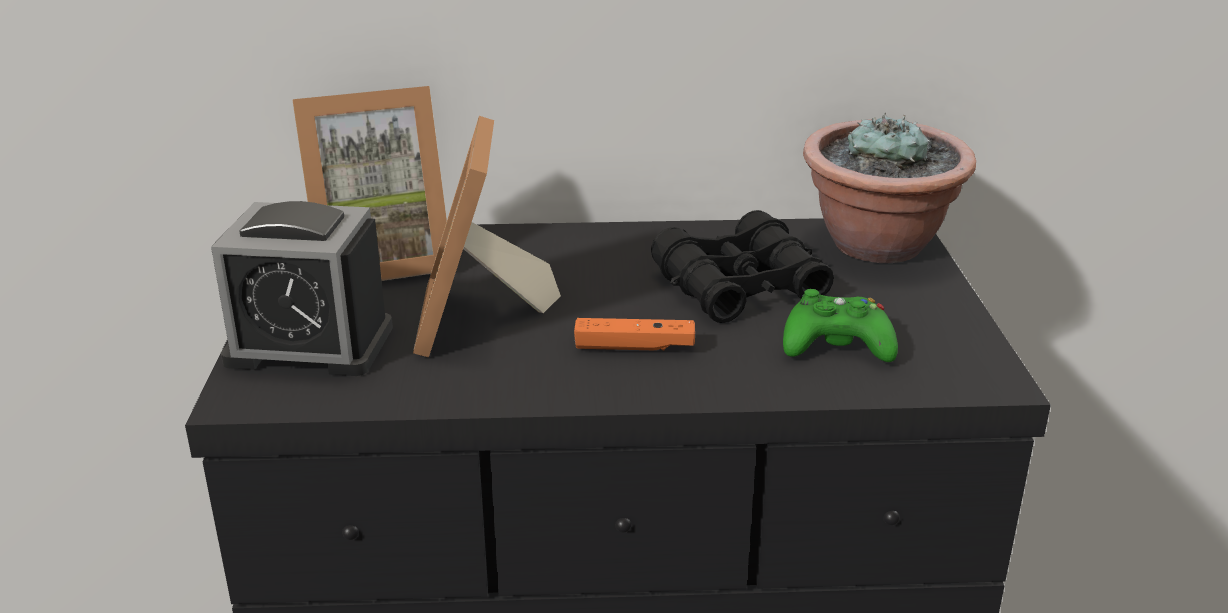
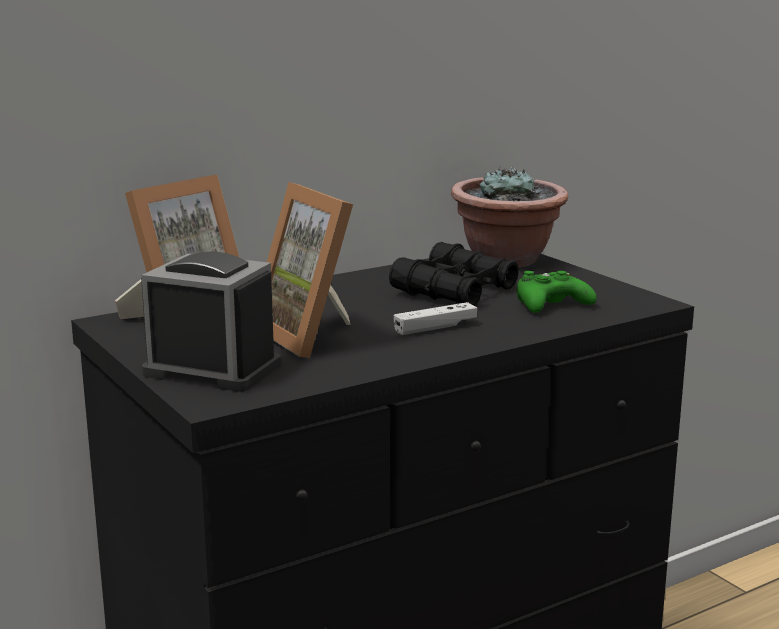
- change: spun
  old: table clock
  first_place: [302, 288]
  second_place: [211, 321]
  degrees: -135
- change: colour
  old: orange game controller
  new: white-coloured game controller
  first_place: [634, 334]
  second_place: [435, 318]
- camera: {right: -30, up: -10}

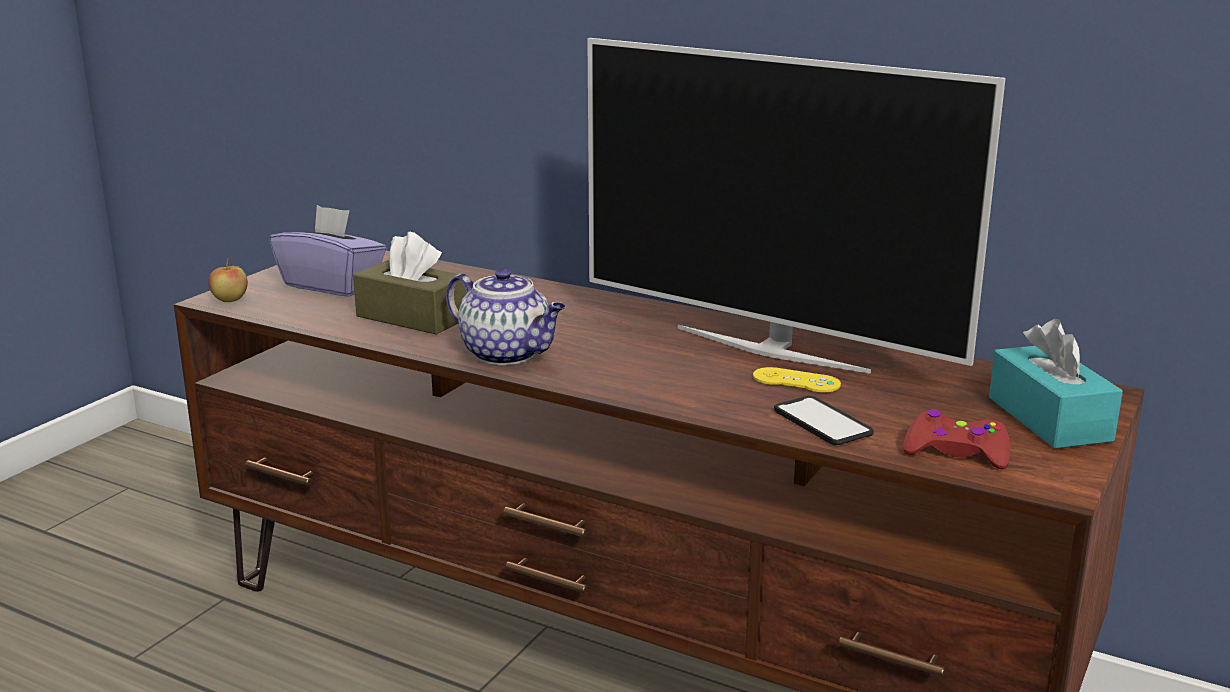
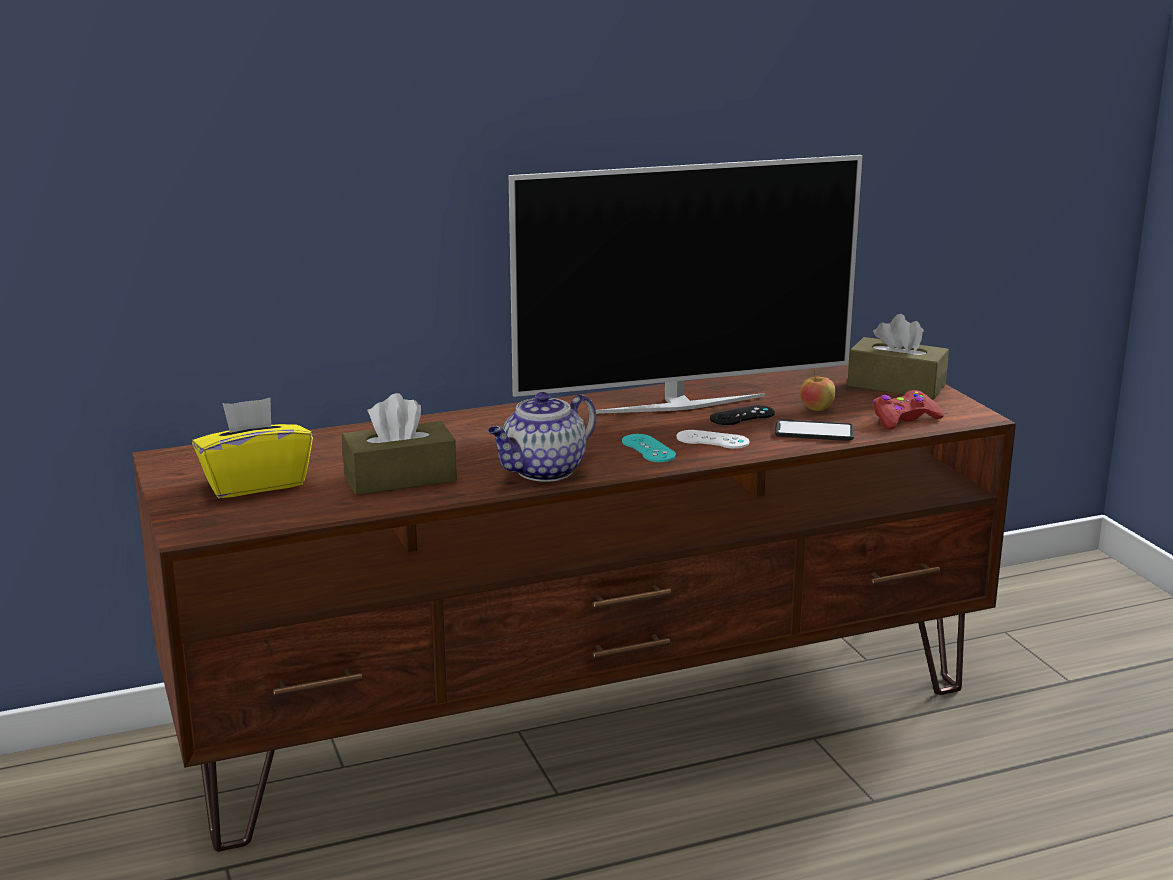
- change: colour
  old: purple-coloured tissue box
  new: yellow-coloured tissue box
  first_place: [328, 251]
  second_place: [252, 448]
- change: relocated
  old: apple
  first_place: [228, 280]
  second_place: [818, 390]
- change: spun
  old: pot for tea
  first_place: [506, 316]
  second_place: [542, 437]
  degrees: 150
- change: colour
  old: turquoise tissue box
  new: brown-coloured tissue box
  first_place: [1056, 384]
  second_place: [898, 356]
- change: colour
  old: yellow-coloured game controller
  new: blackish game controller
  first_place: [797, 379]
  second_place: [742, 415]
- change: appeared
  new: white-coloured game controller
  second_place: [712, 439]
- change: appeared
  new: turquoise game controller
  second_place: [649, 448]
- camera: {right: -50, up: 0}

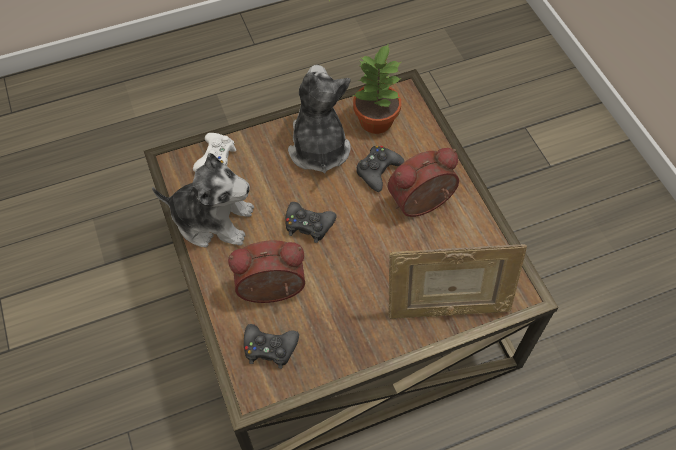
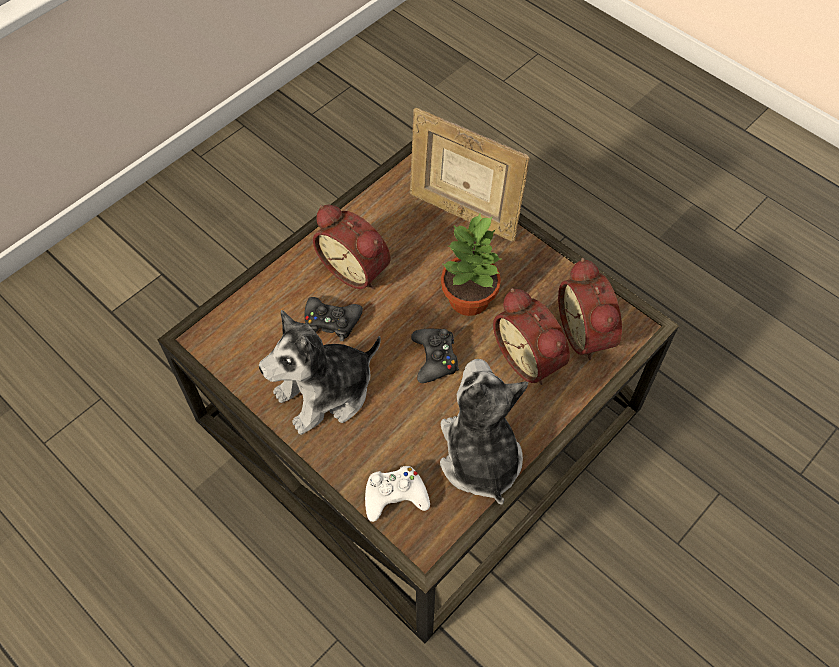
- change: relocated
  old: plant in a pot
  first_place: [377, 88]
  second_place: [471, 264]
- change: spun
  old: standing frame
  first_place: [457, 281]
  second_place: [470, 174]
  degrees: 150
- change: exchanged
  old: blackish game controller
  new: table clock
  first_place: [271, 346]
  second_place: [590, 309]
- camera: {right: -115, up: 0}

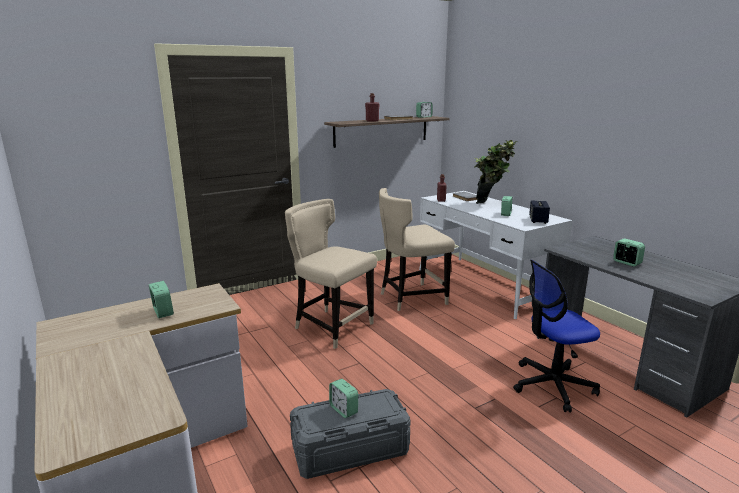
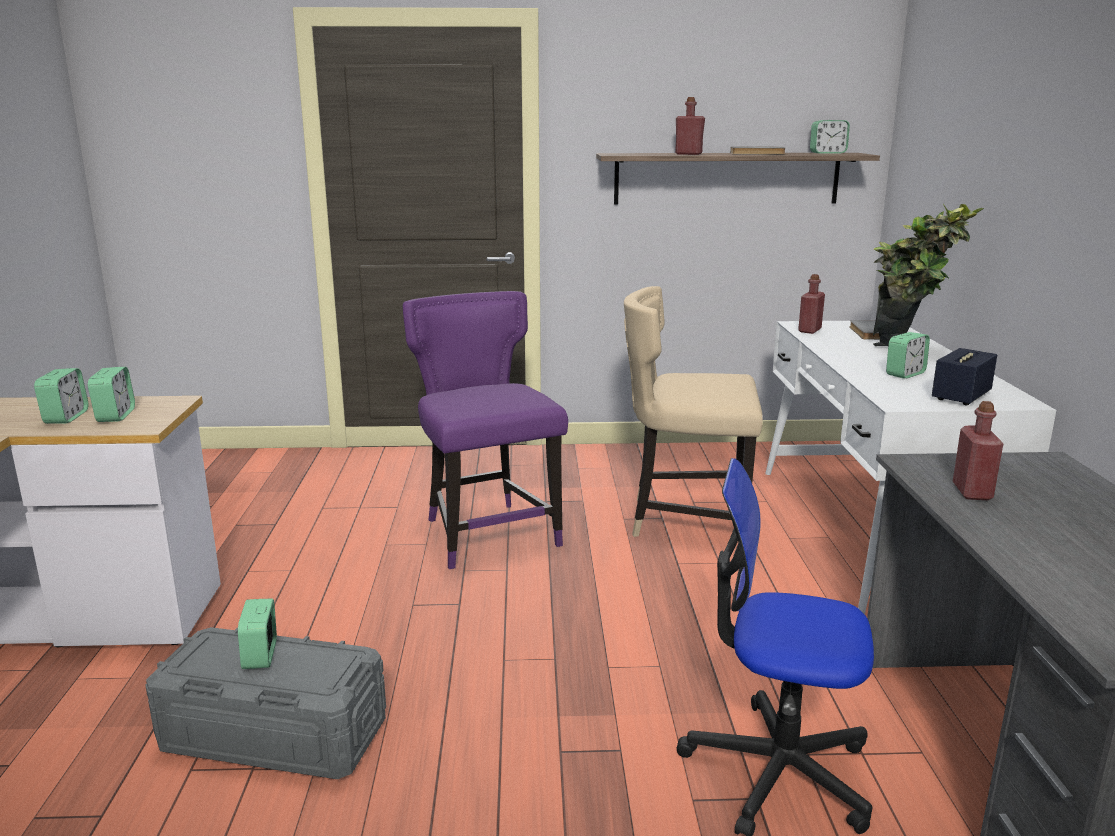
- change: colour
  old: beige-coloured upright chair
  new: purple-coloured upright chair
  first_place: [331, 274]
  second_place: [485, 430]
- change: relocated
  old: table clock
  first_place: [629, 252]
  second_place: [111, 394]
- change: appeared
  new: reddish bottle
  second_place: [978, 450]
- camera: {right: 30, up: 0}

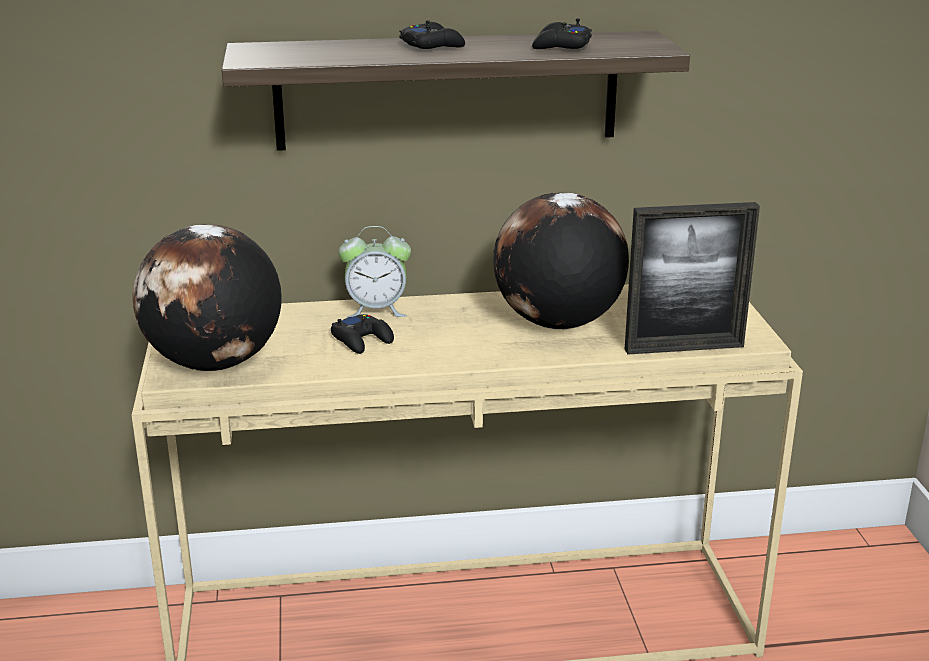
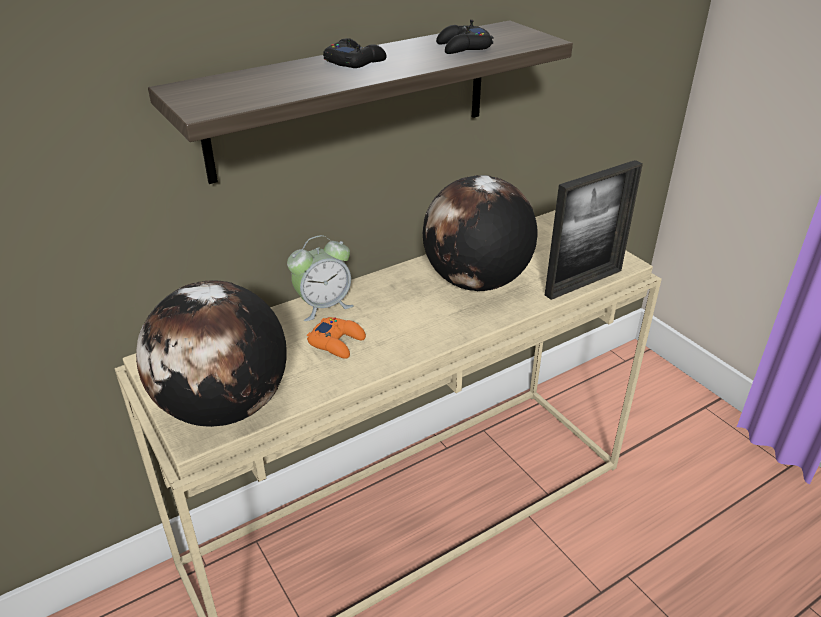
- change: colour
  old: blackish game controller
  new: orange game controller
  first_place: [362, 334]
  second_place: [336, 338]
- camera: {right: -25, up: 10}

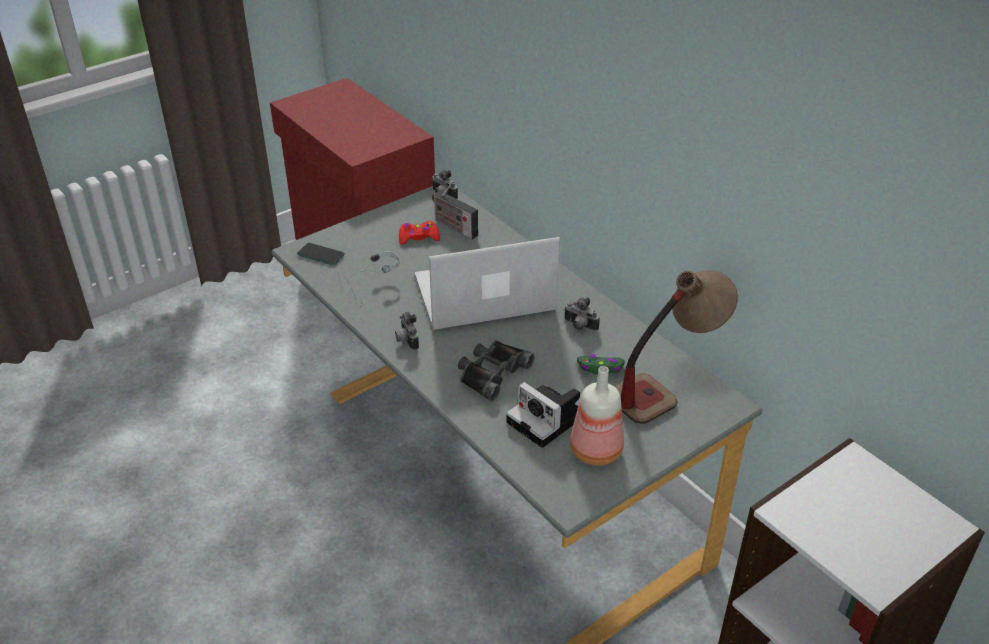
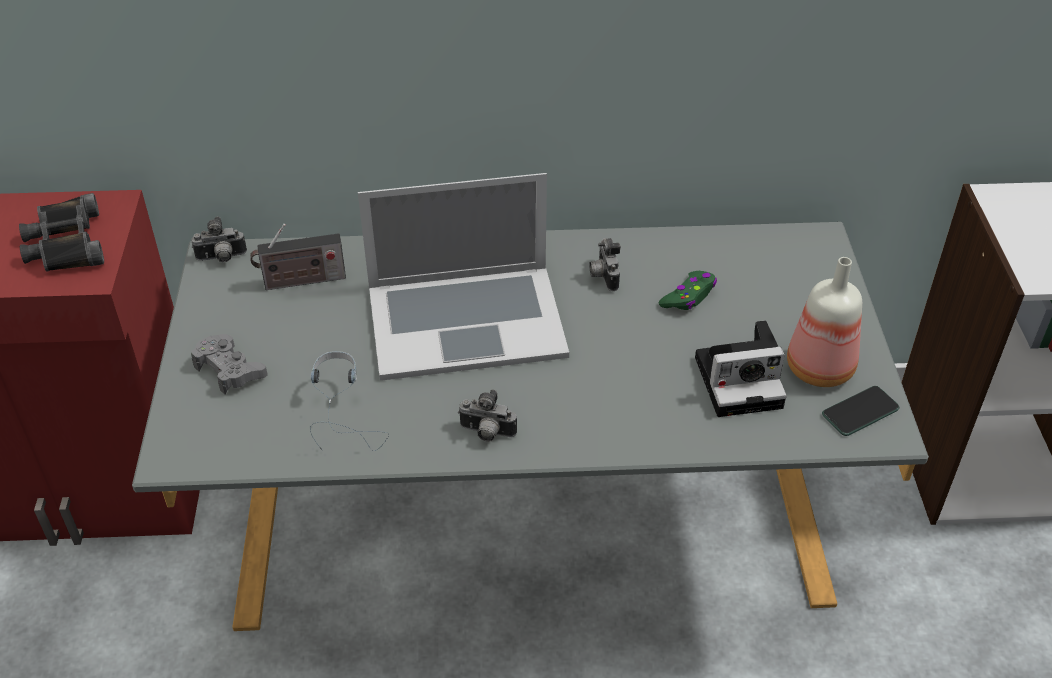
- change: missing
  old: reddish game controller
  first_place: [419, 233]
- change: spun
  old: portable computer
  first_place: [487, 283]
  second_place: [463, 277]
  degrees: -120
- change: relocated
  old: phone
  first_place: [321, 254]
  second_place: [860, 411]
- change: missing
  old: lamp for a table
  first_place: [676, 347]
- change: spun
  old: photo camera
  first_place: [582, 314]
  second_place: [605, 264]
  degrees: 105
- change: relocated
  old: blackish field glasses
  first_place: [496, 370]
  second_place: [61, 232]
- change: appeared
  new: gray game controller
  second_place: [229, 364]
- camera: {right: -55, up: 5}

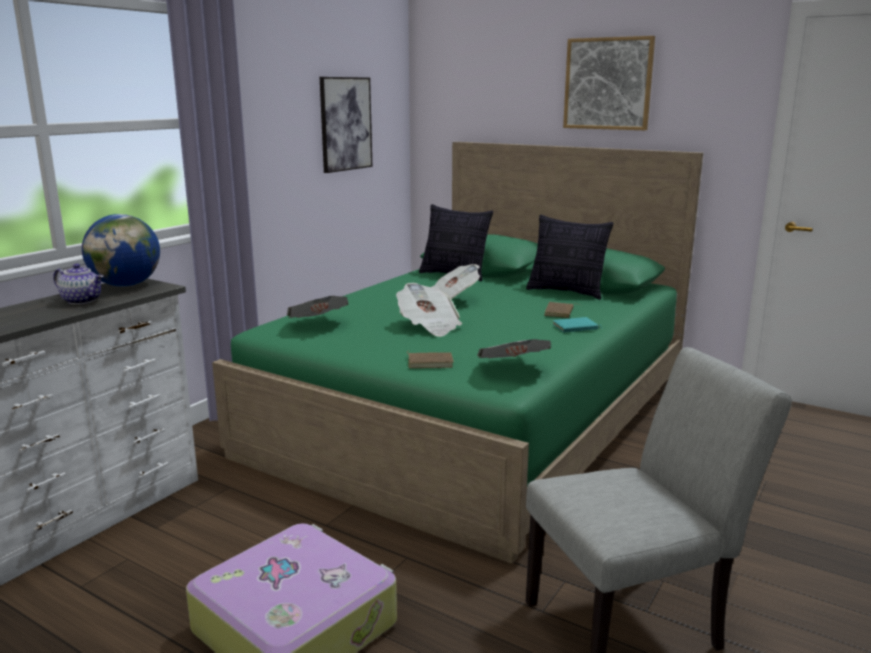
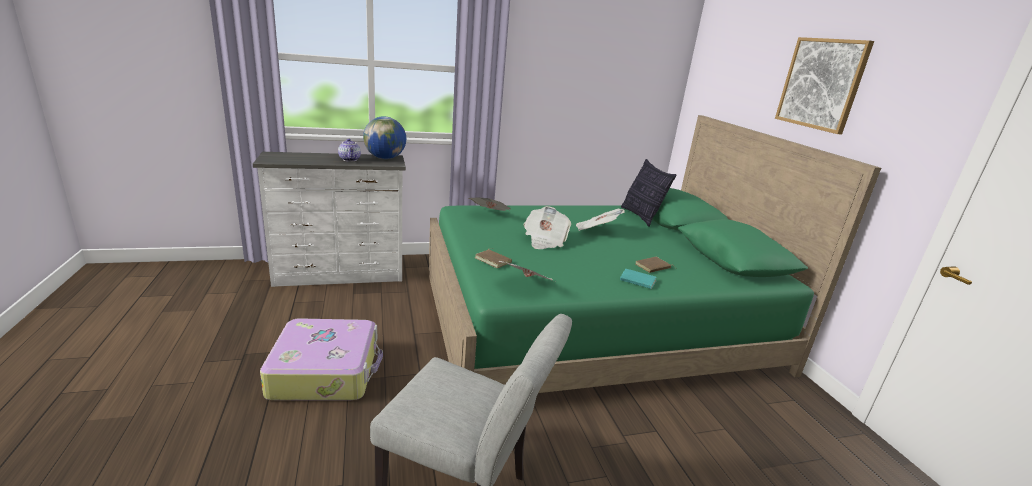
- change: missing
  old: picture
  first_place: [346, 125]
- change: missing
  old: cushion
  first_place: [570, 257]
- camera: {right: 40, up: 5}

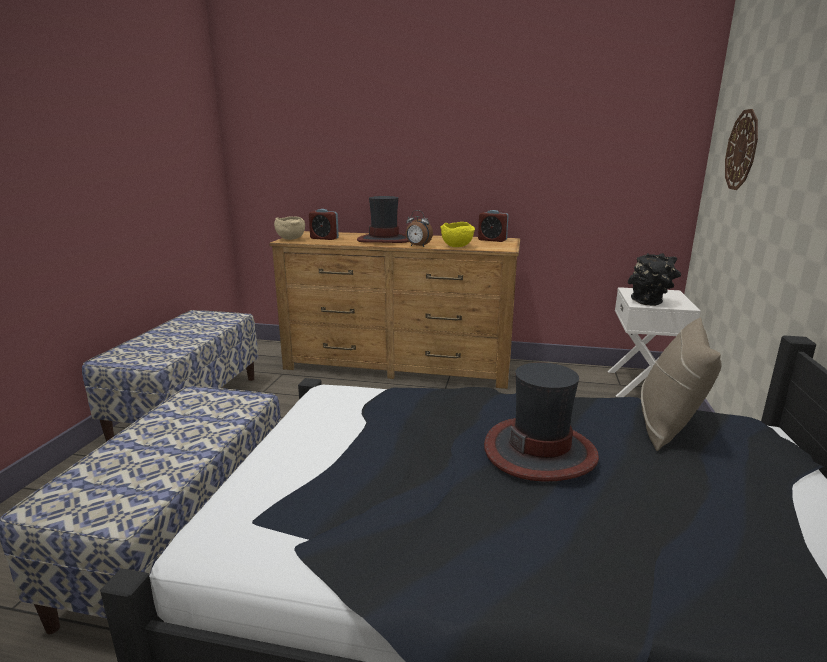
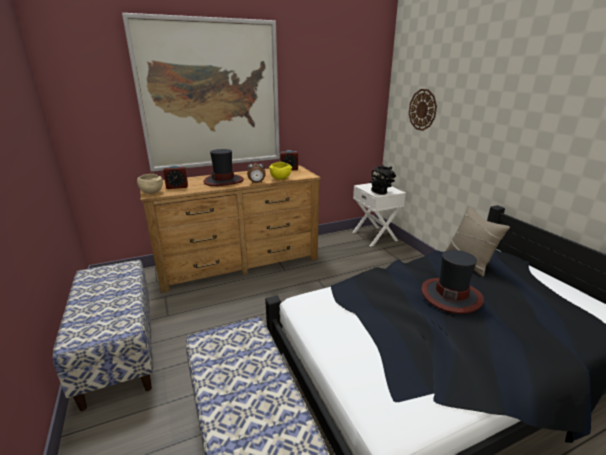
- change: appeared
  new: picture
  second_place: [201, 92]
- camera: {right: -35, up: 5}

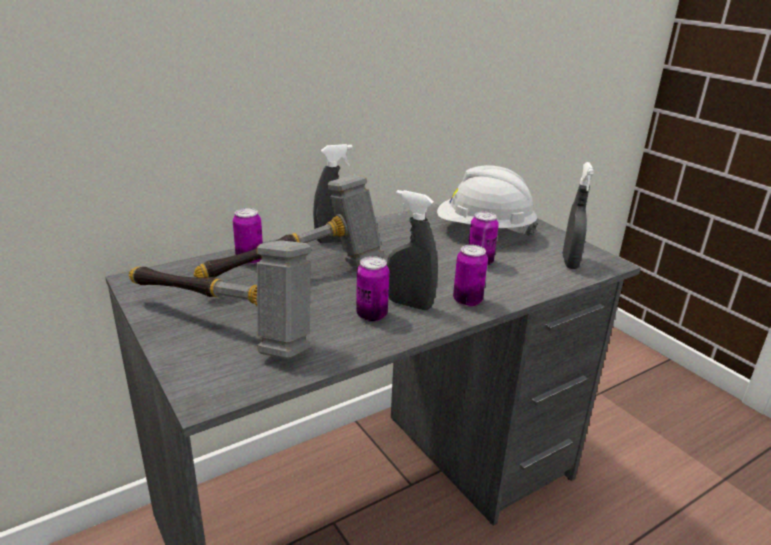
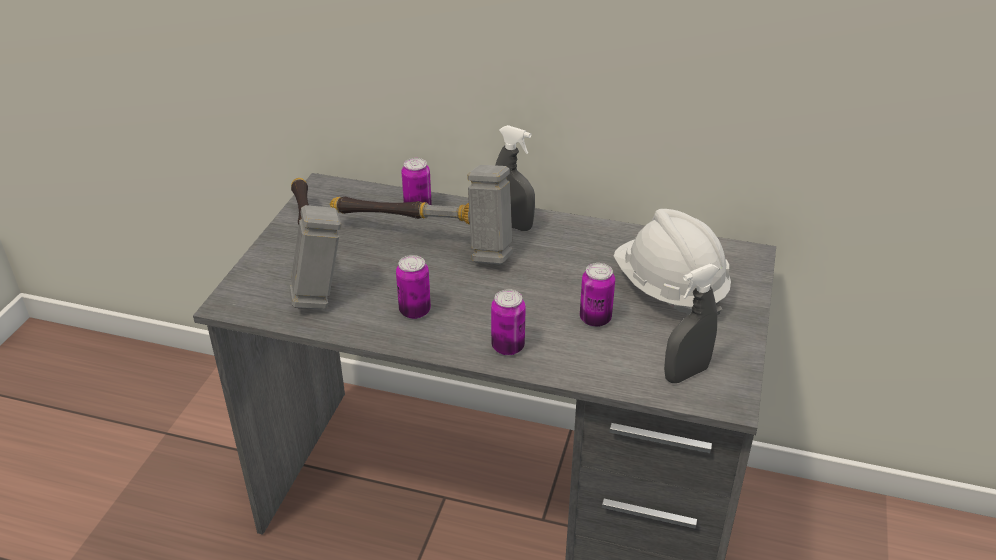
- change: missing
  old: gray sprayer
  first_place: [412, 250]
- camera: {right: 50, up: 10}

